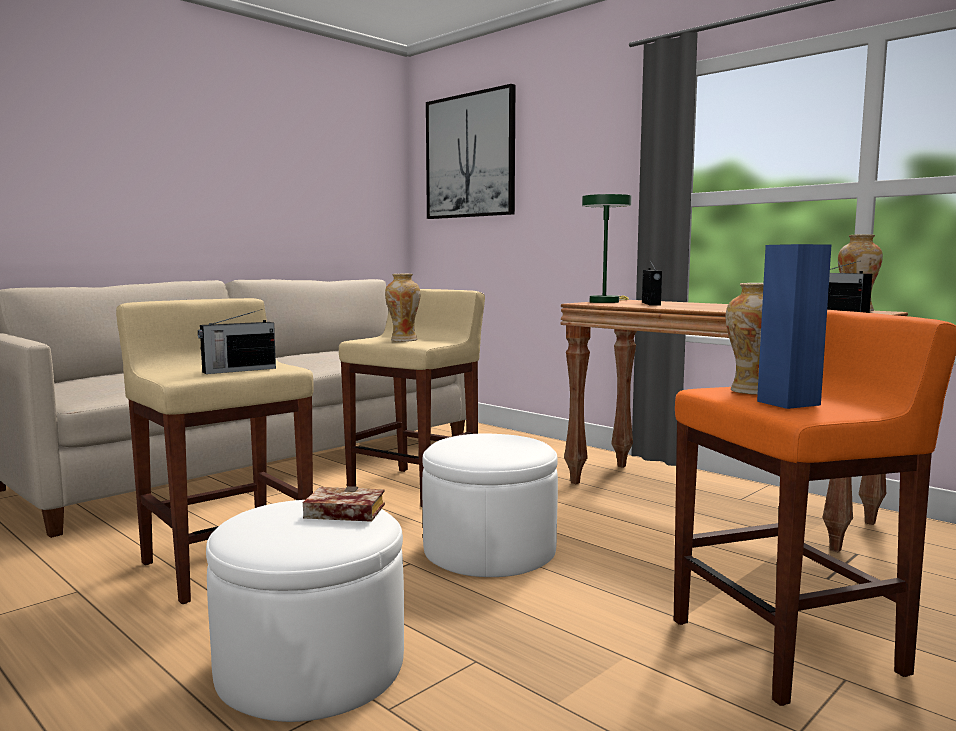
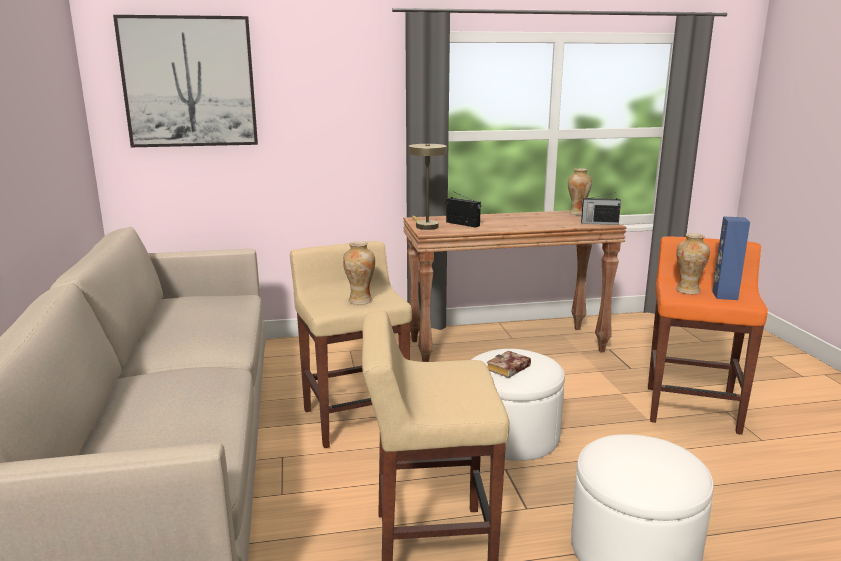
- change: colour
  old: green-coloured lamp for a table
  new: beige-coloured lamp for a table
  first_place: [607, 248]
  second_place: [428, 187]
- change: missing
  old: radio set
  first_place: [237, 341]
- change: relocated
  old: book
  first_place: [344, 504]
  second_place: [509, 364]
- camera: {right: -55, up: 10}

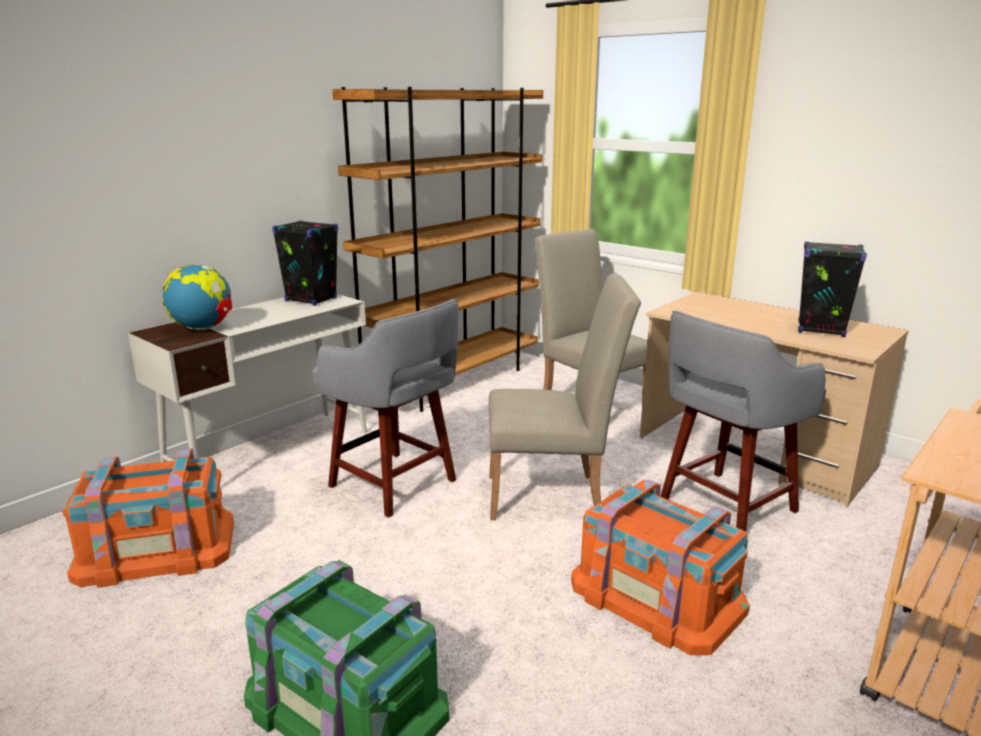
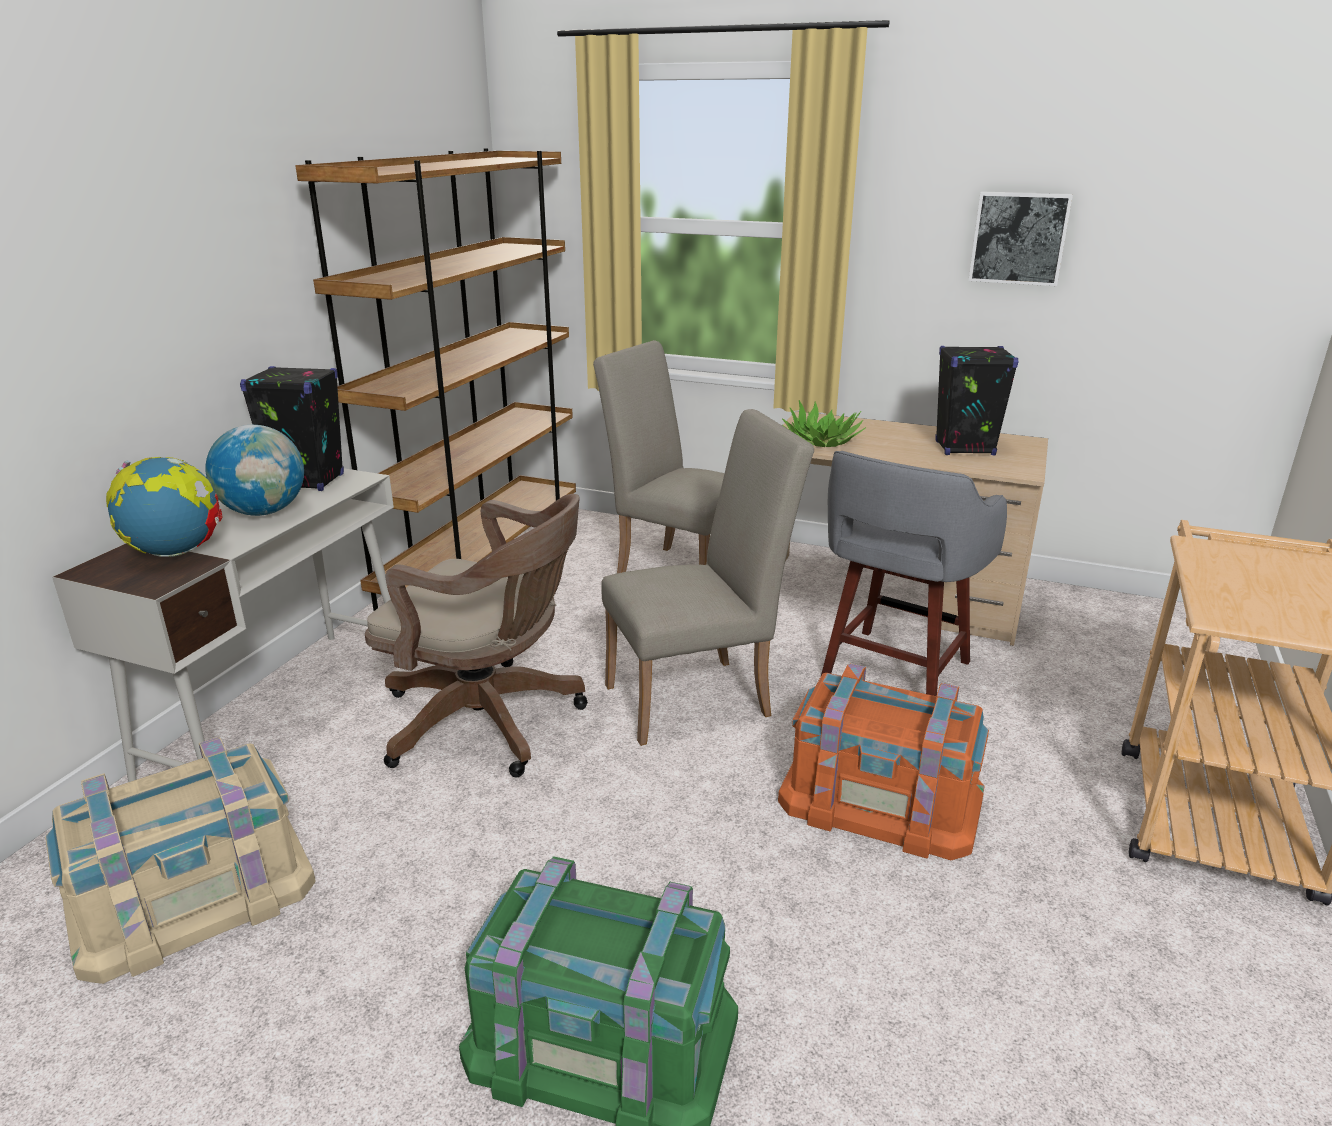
- change: exchanged
  old: gray stool seat
  new: brown-coloured office chair
  first_place: [385, 408]
  second_place: [476, 635]
- change: colour
  old: orange storage box
  new: beige-coloured storage box
  first_place: [148, 518]
  second_place: [180, 860]
- change: appeared
  new: picture
  second_place: [1020, 238]
- change: appeared
  new: plant in a pot
  second_place: [824, 423]
- change: appeared
  new: globe
  second_place: [255, 470]
- camera: {right: -20, up: 5}

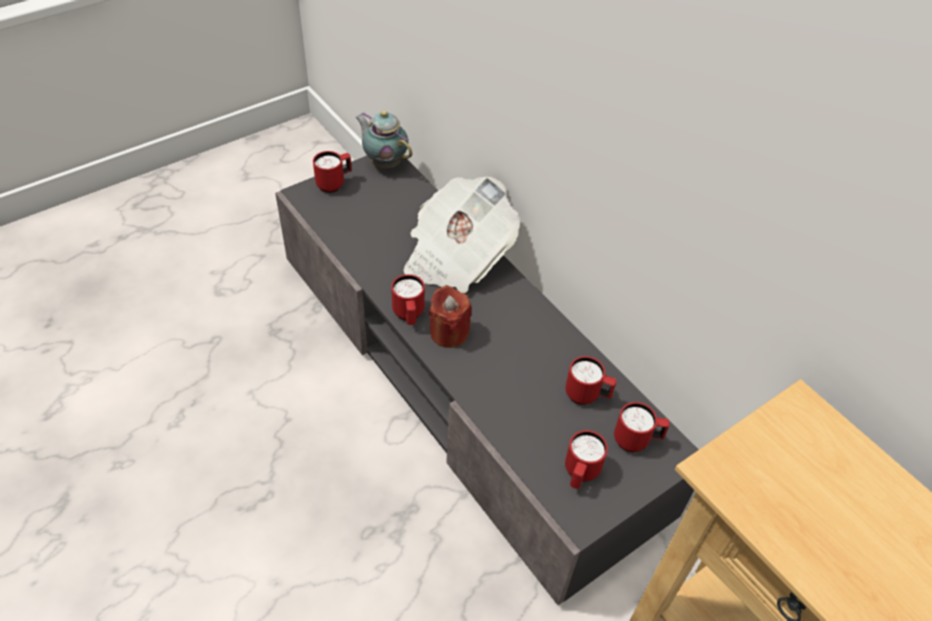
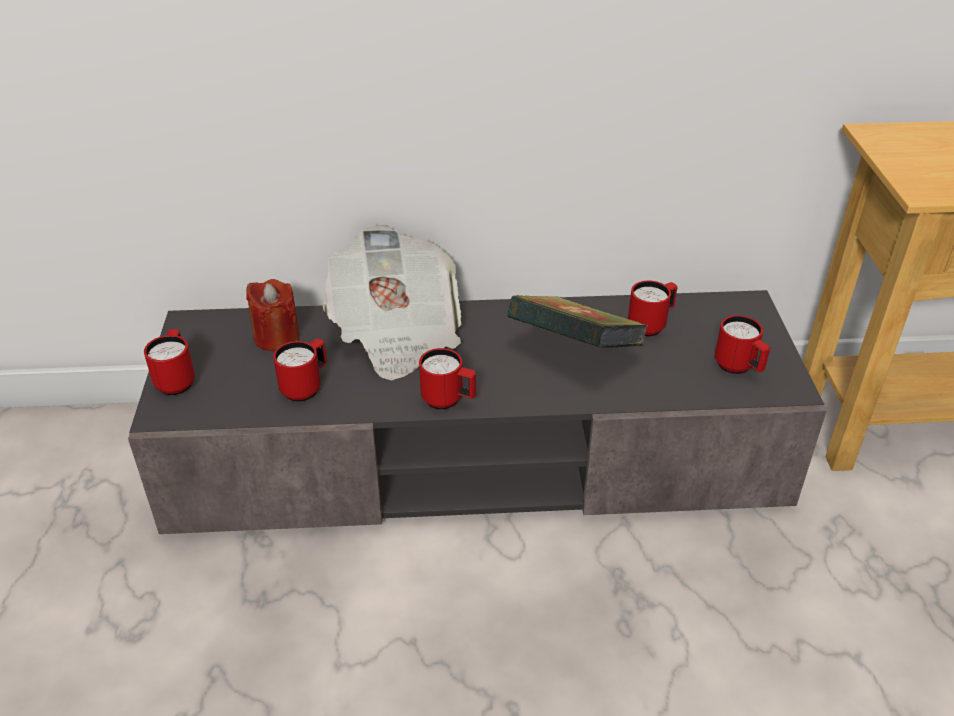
- change: missing
  old: pot for tea
  first_place: [383, 140]
- change: relocated
  old: reddish candle
  first_place: [450, 316]
  second_place: [273, 315]
- change: relocated
  old: reddish coffee mug
  first_place: [642, 427]
  second_place: [300, 369]
- change: appeared
  new: book
  second_place: [577, 321]
- camera: {right: -55, up: -10}

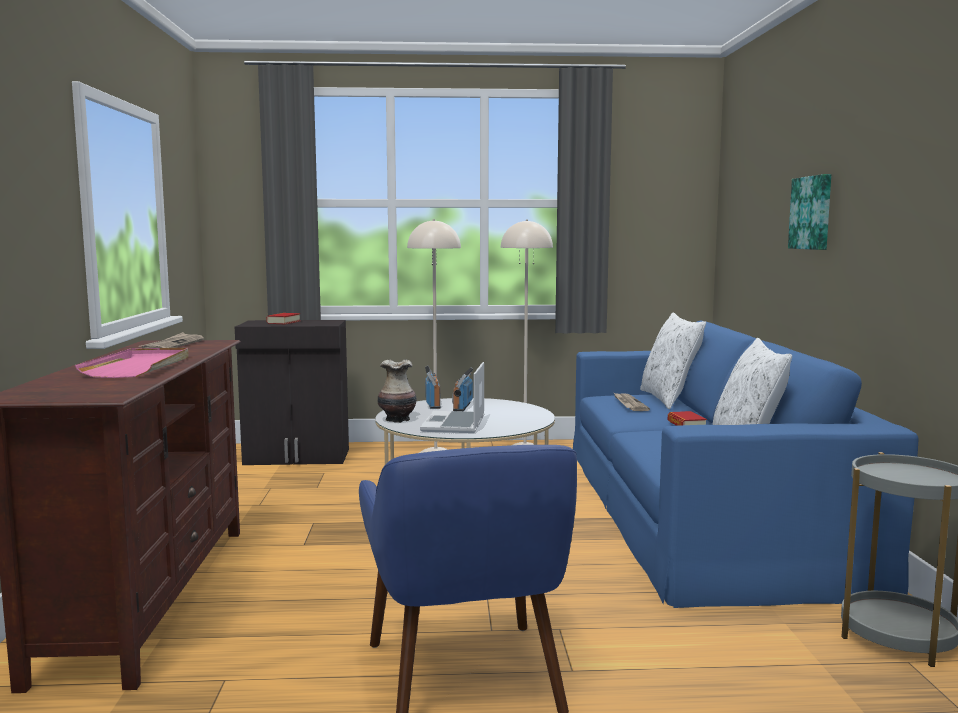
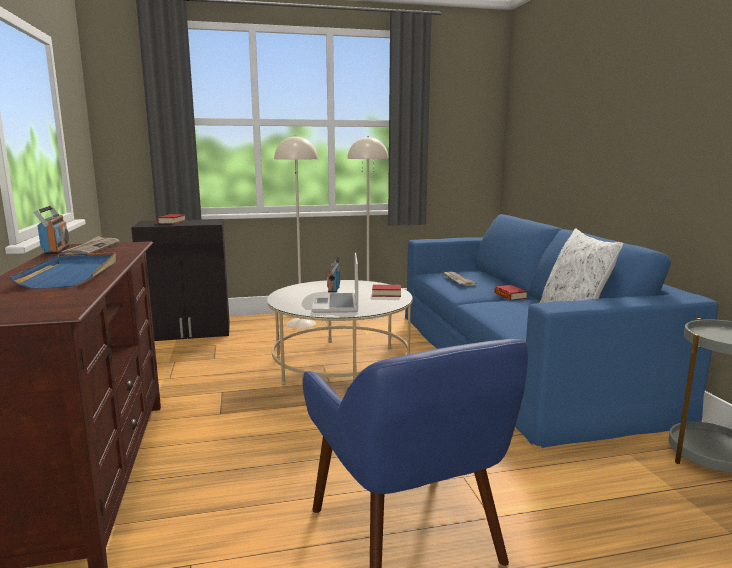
- change: missing
  old: picture
  first_place: [809, 212]
- change: missing
  old: white-coloured cushion
  first_place: [673, 361]
- change: colour
  old: pink-coloured carrying tray
  new: bluish carrying tray
  first_place: [132, 363]
  second_place: [63, 270]
- change: missing
  old: vase
  first_place: [397, 391]
- change: relocated
  old: radio set
  first_place: [433, 387]
  second_place: [51, 230]
- change: appeared
  new: book
  second_place: [386, 291]
- camera: {right: -10, up: 5}

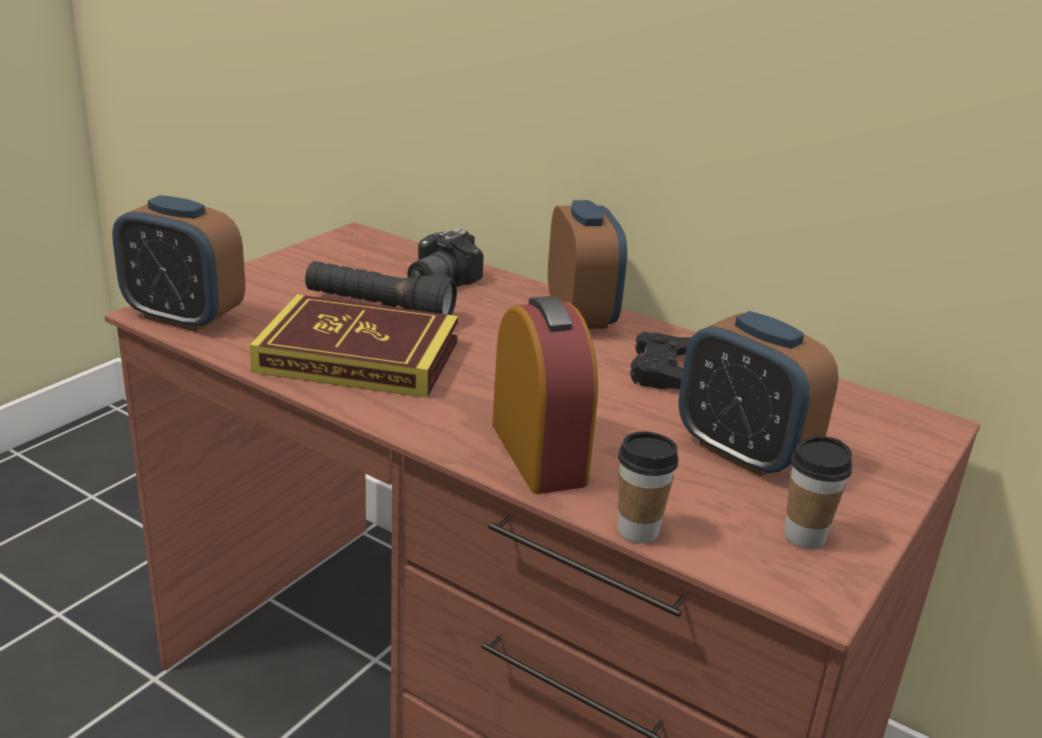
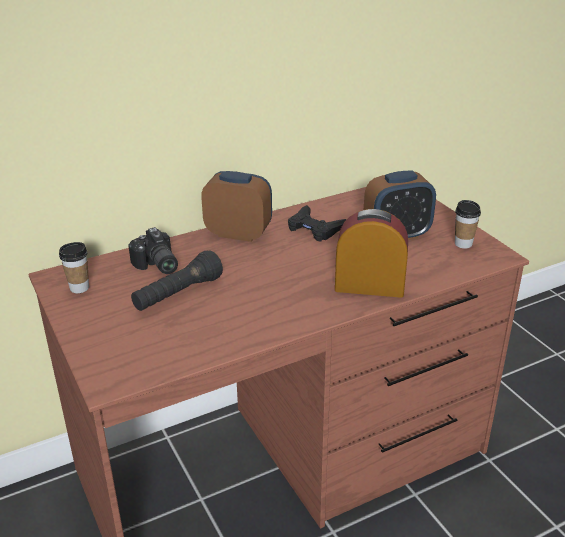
- change: missing
  old: table clock
  first_place: [178, 263]
- change: missing
  old: book
  first_place: [354, 346]
- change: relocated
  old: small cup
  first_place: [648, 487]
  second_place: [74, 267]
- camera: {right: -60, up: 5}

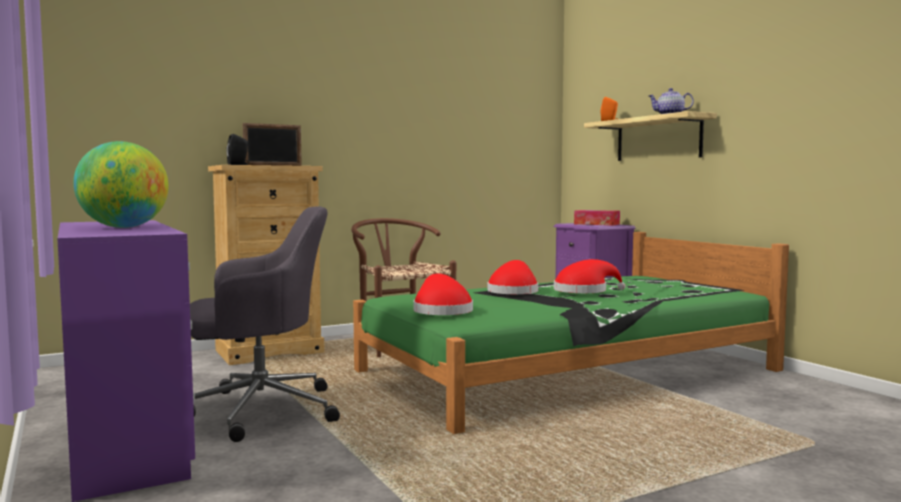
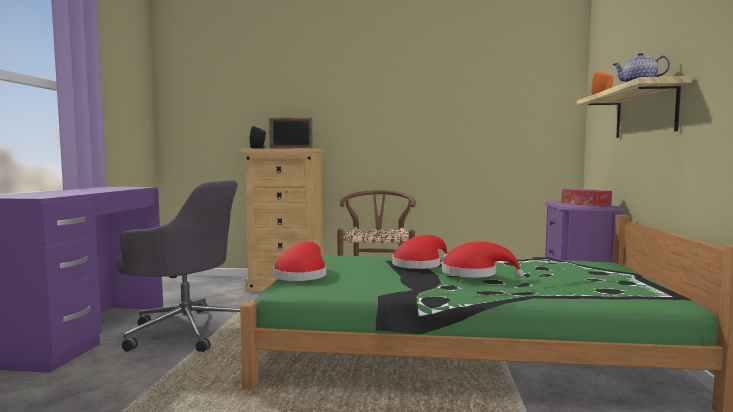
- change: missing
  old: globe
  first_place: [121, 184]
- camera: {right: 35, up: 0}

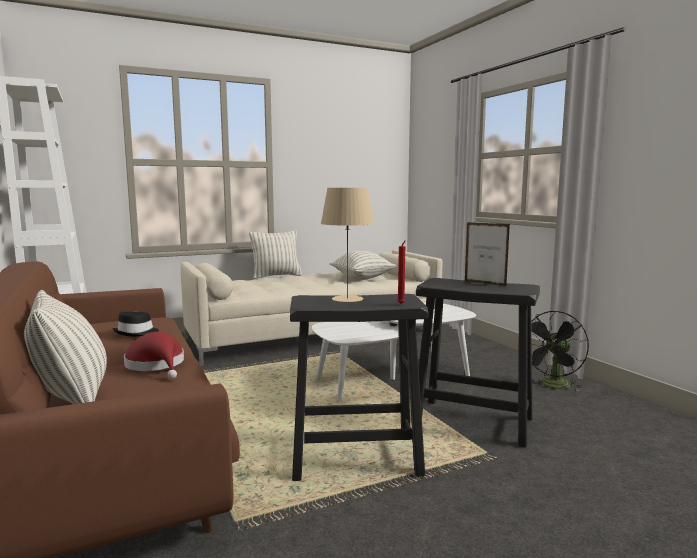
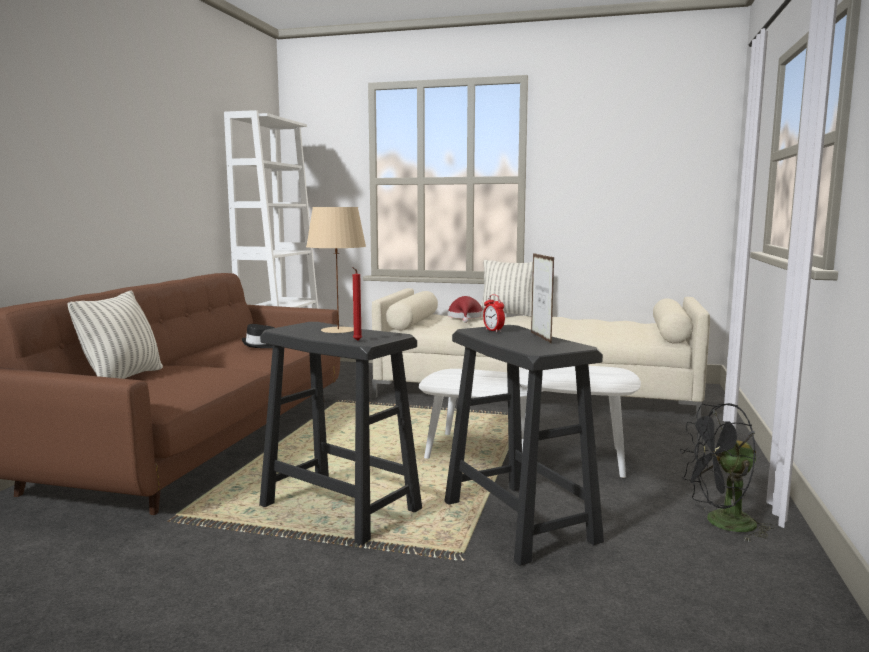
- change: missing
  old: cushion
  first_place: [362, 265]
- change: relocated
  old: reddish wearable hat
  first_place: [154, 355]
  second_place: [465, 309]
- change: appeared
  new: table clock
  second_place: [494, 313]
- camera: {right: 40, up: 0}

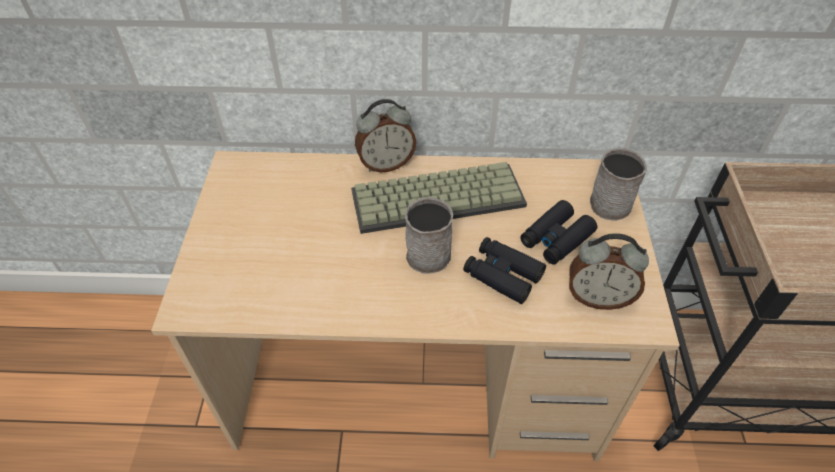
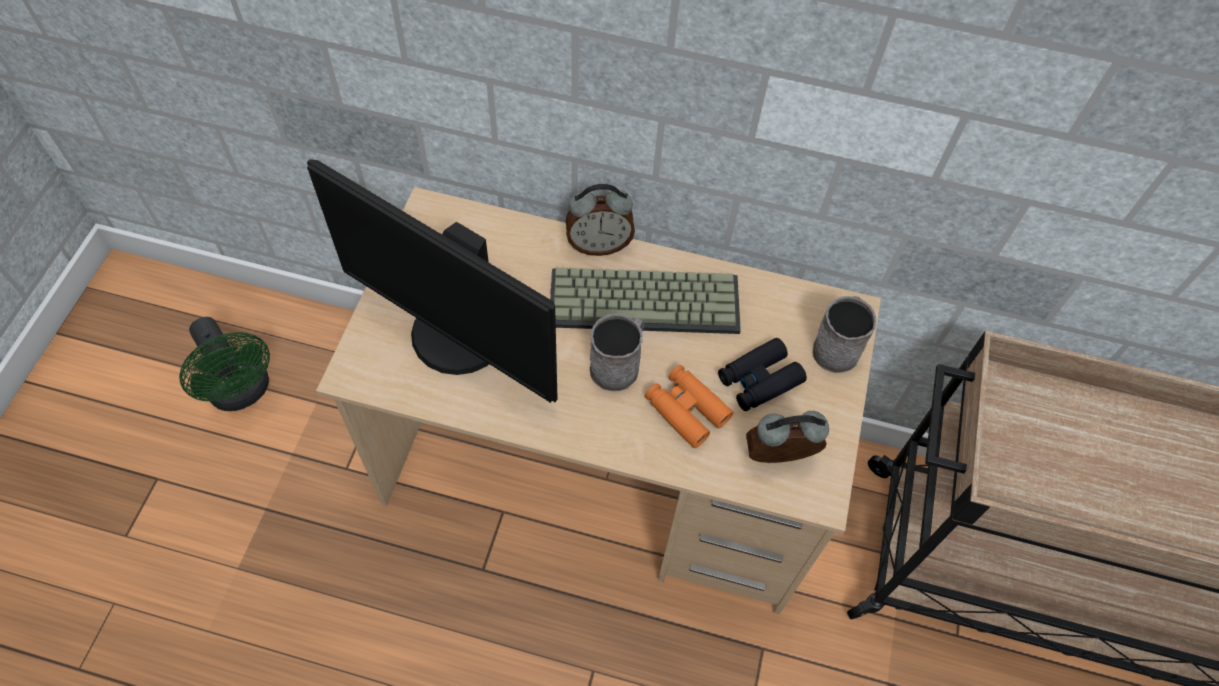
- change: spun
  old: table clock
  first_place: [609, 271]
  second_place: [787, 437]
  degrees: 150
- change: colour
  old: blackish field glasses
  new: orange field glasses
  first_place: [504, 270]
  second_place: [689, 406]
- change: appeared
  new: computer display
  second_place: [432, 281]
- change: appeared
  new: green-coloured cooling fan
  second_place: [224, 364]
- camera: {right: 10, up: 10}

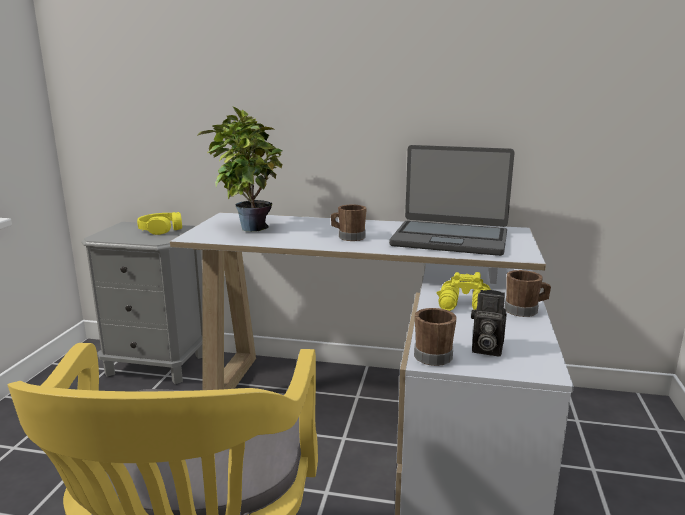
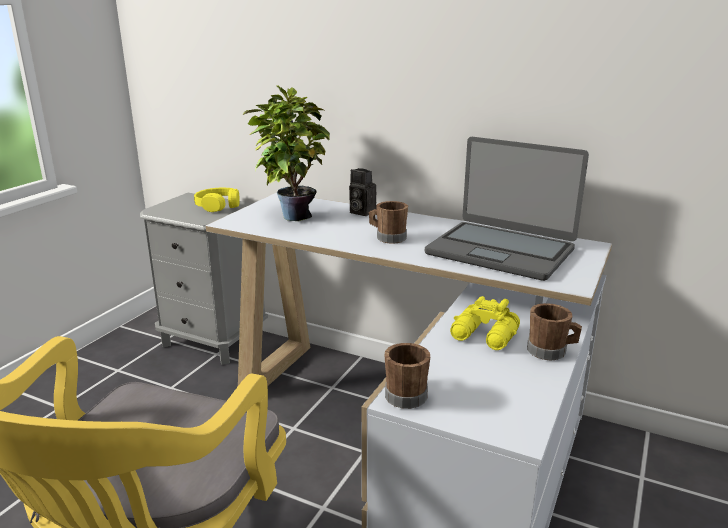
- change: relocated
  old: photo camera
  first_place: [489, 323]
  second_place: [363, 192]
- camera: {right: 15, up: 5}

